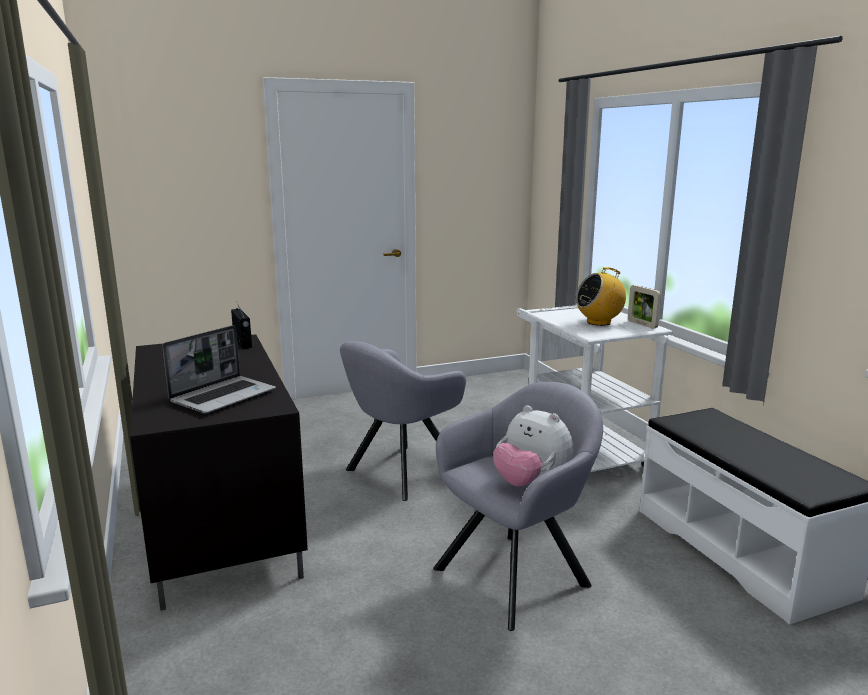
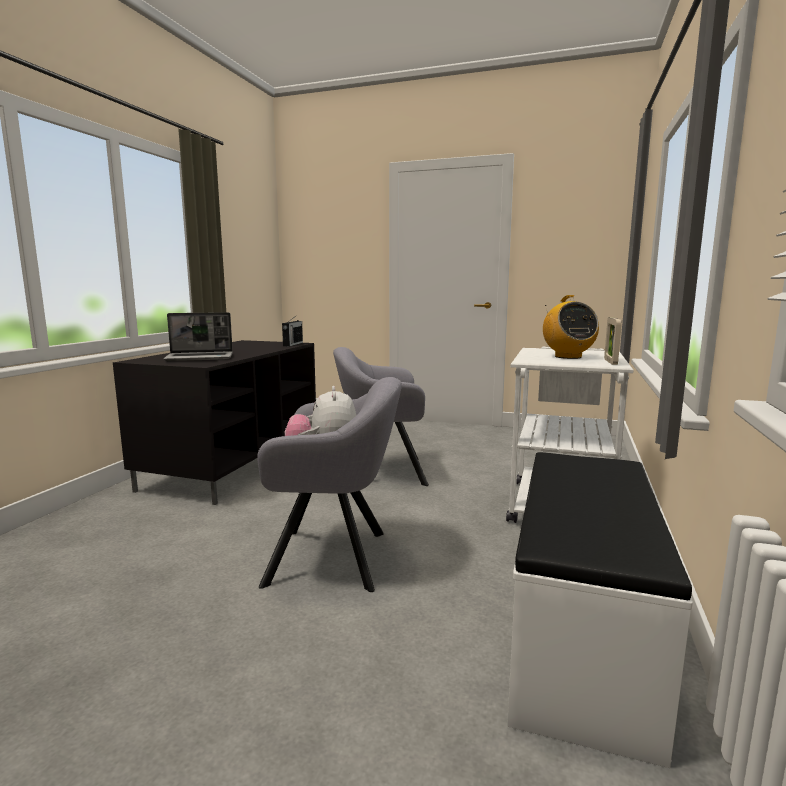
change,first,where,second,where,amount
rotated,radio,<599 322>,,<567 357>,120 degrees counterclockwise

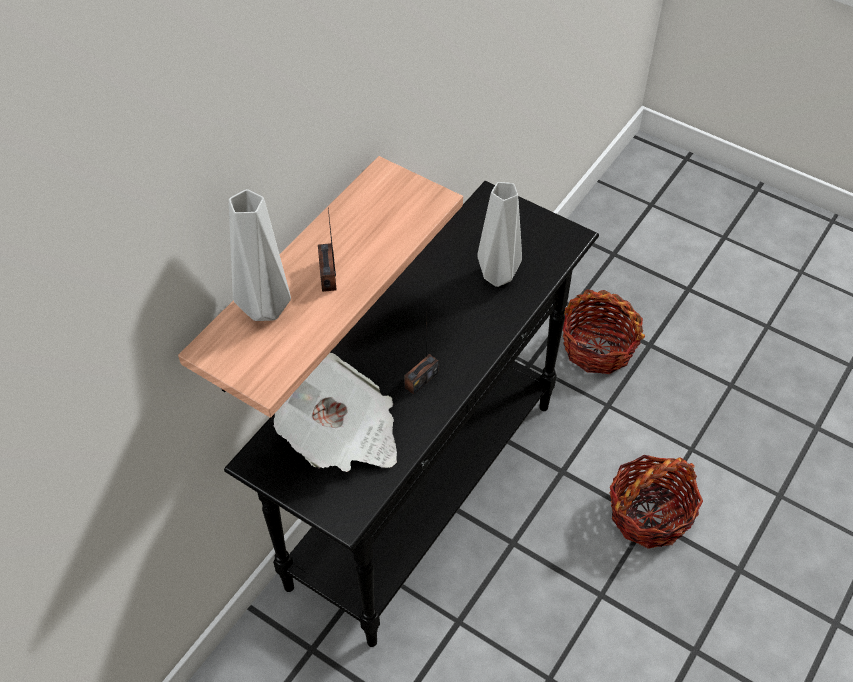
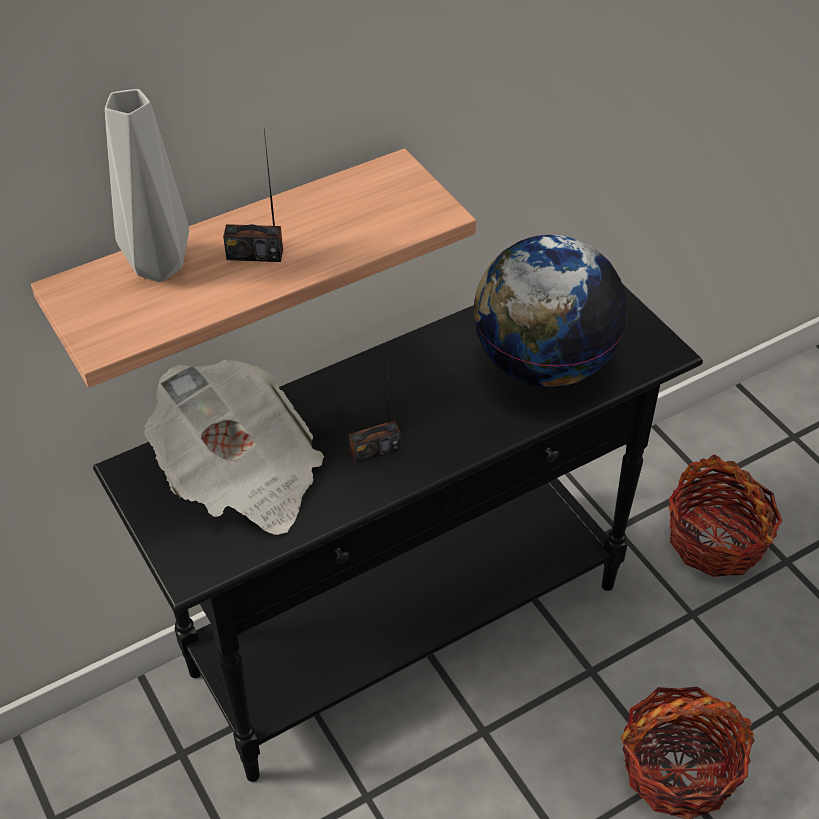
change,first,where,second,where,amount
swapped,florero (gris),<498 274>,globo terráqueo,<543 364>,
rotated,radio,<328 275>,,<255 254>,105 degrees counterclockwise

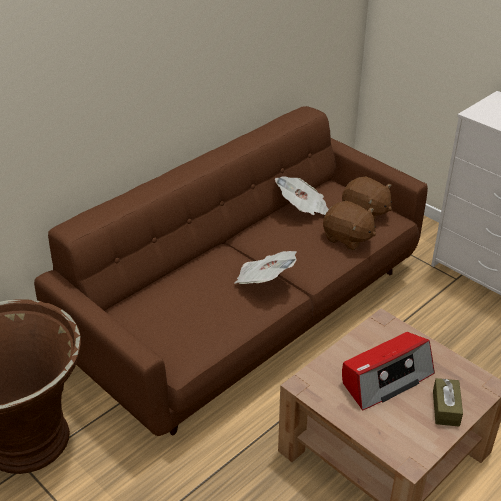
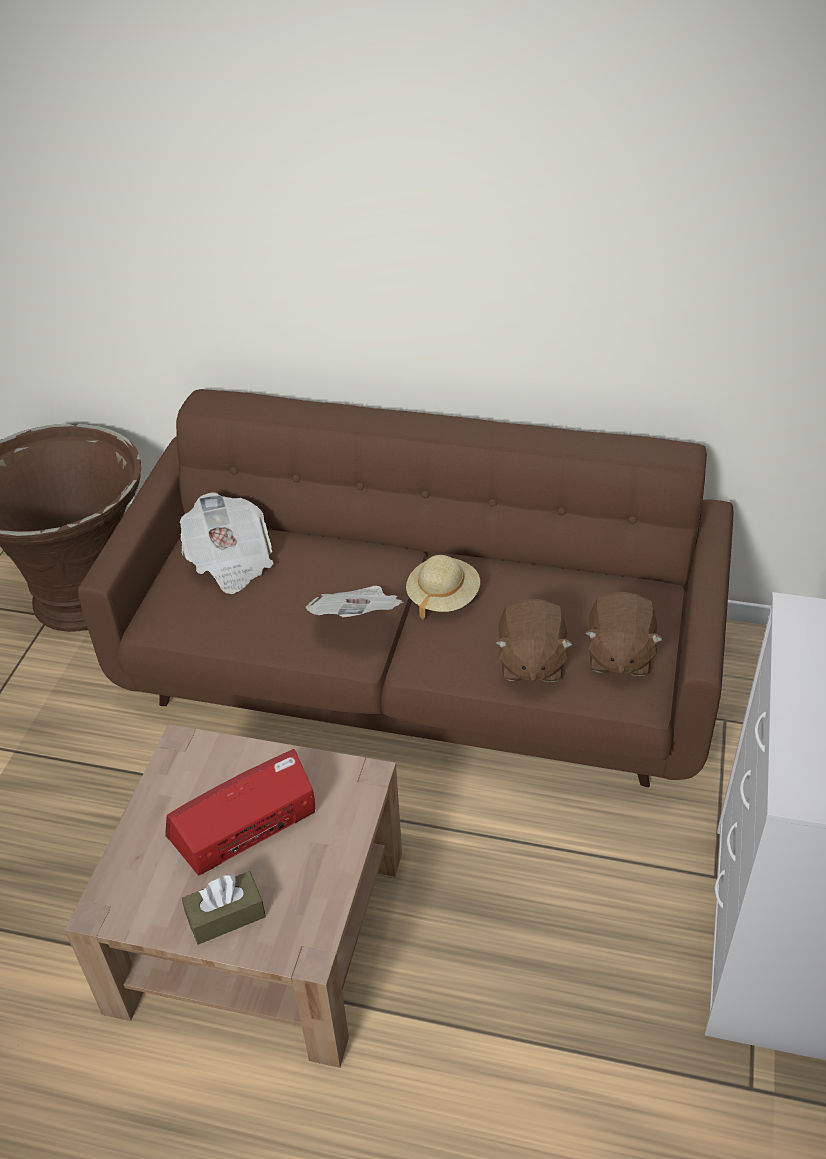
change,first,where,second,where,amount
shifted,periódico,<303 208>,,<230 562>,
rotated,radio,<385 378>,,<245 825>,120 degrees clockwise
new,,,sombrero (beis),<443 597>,

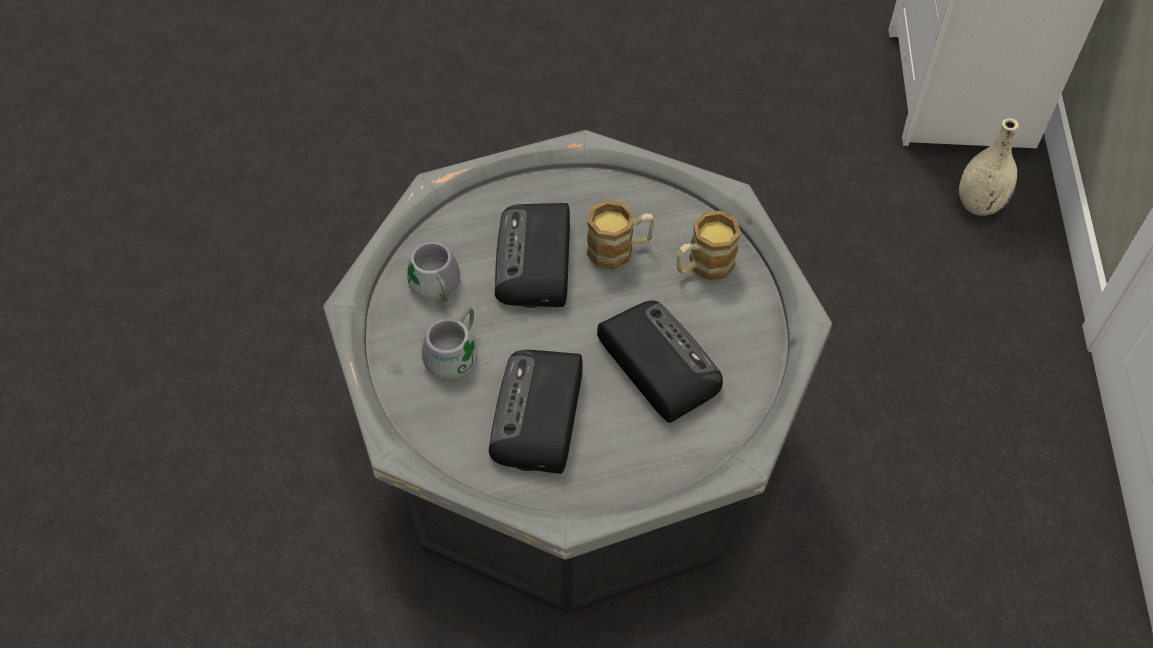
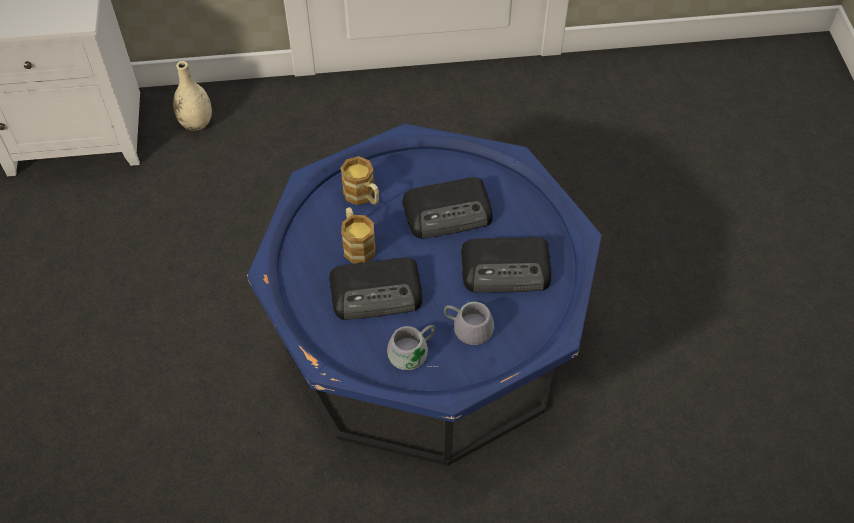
change,first,where,second,where,amount
repainted,mesa de centro (gris),<575 428>,mesa de centro (azul),<427 336>,
rotated,radio,<657 362>,,<449 212>,150 degrees counterclockwise

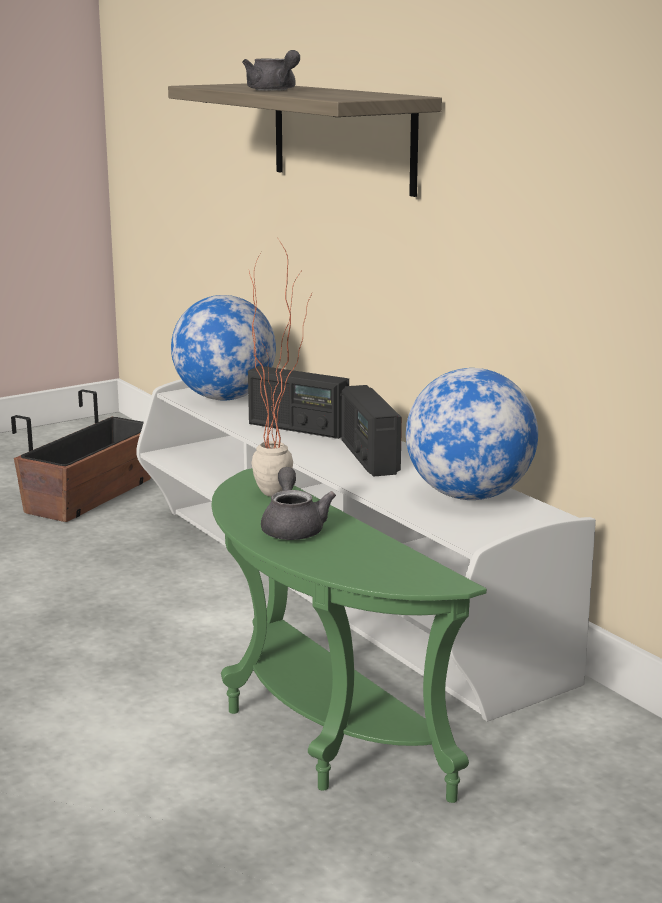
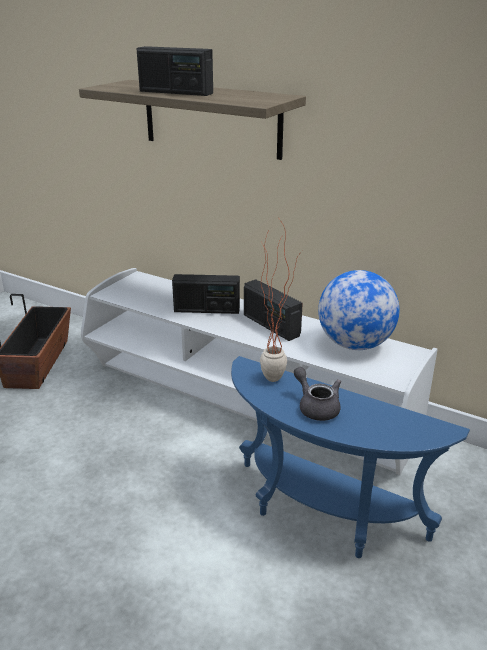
change,first,where,second,where,amount
swapped,tetera (gris),<274 90>,radio,<176 92>,
gone,globo terráqueo,<225 398>,,,
repainted,mesa auxiliar (verde),<316 733>,mesa auxiliar (azul),<321 514>,

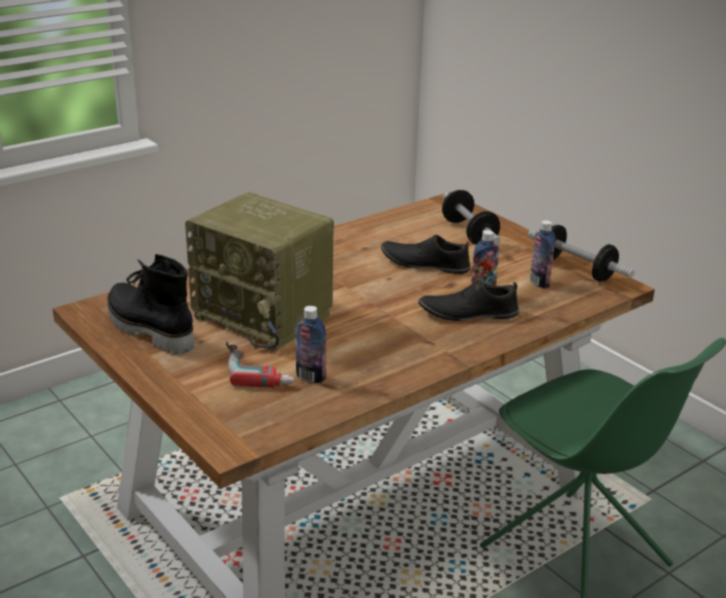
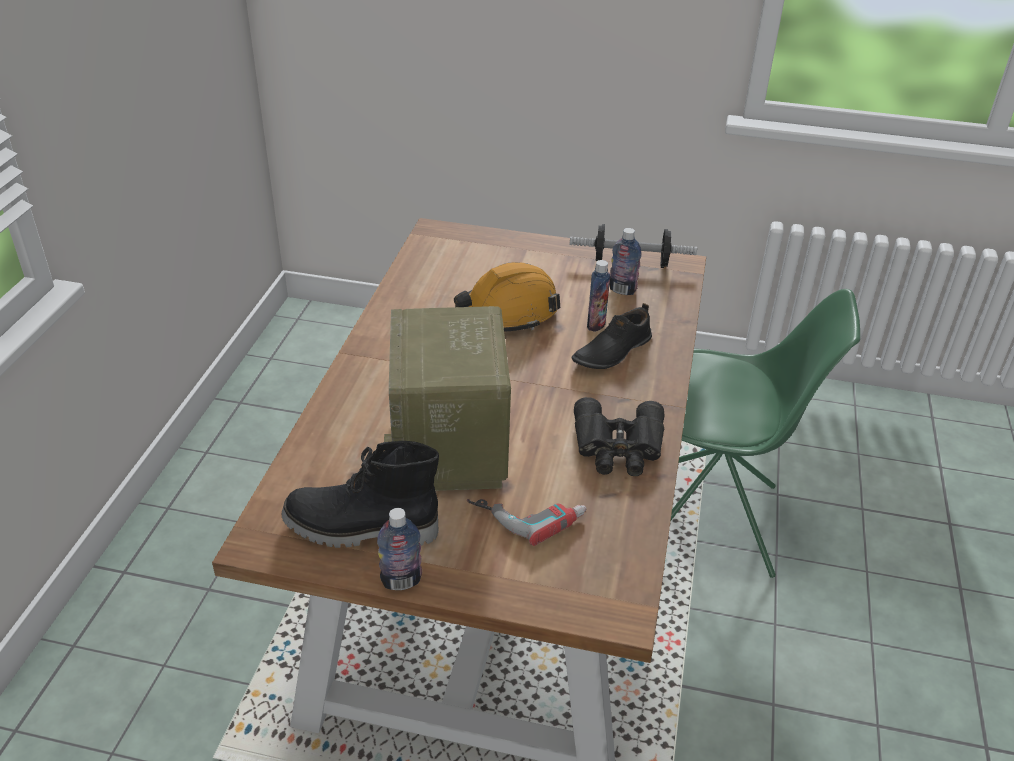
change,first,where,second,where,amount
gone,mancuerna,<469 233>,,,
rotated,radio,<265 316>,,<450 447>,90 degrees clockwise
swapped,zapato (negro),<424 263>,casco (naranja),<507 313>,
shifted,botella,<311 377>,,<401 581>,
new,,,prismáticos (negro),<618 447>,

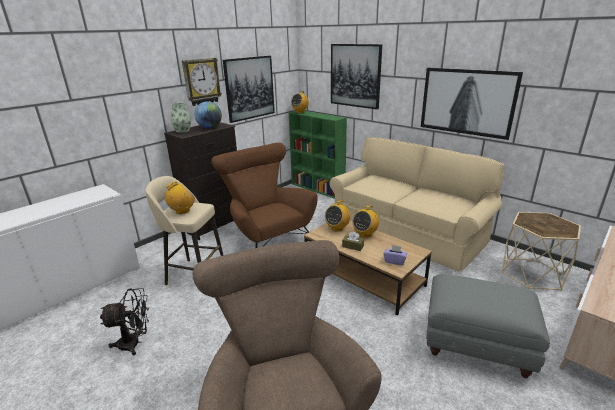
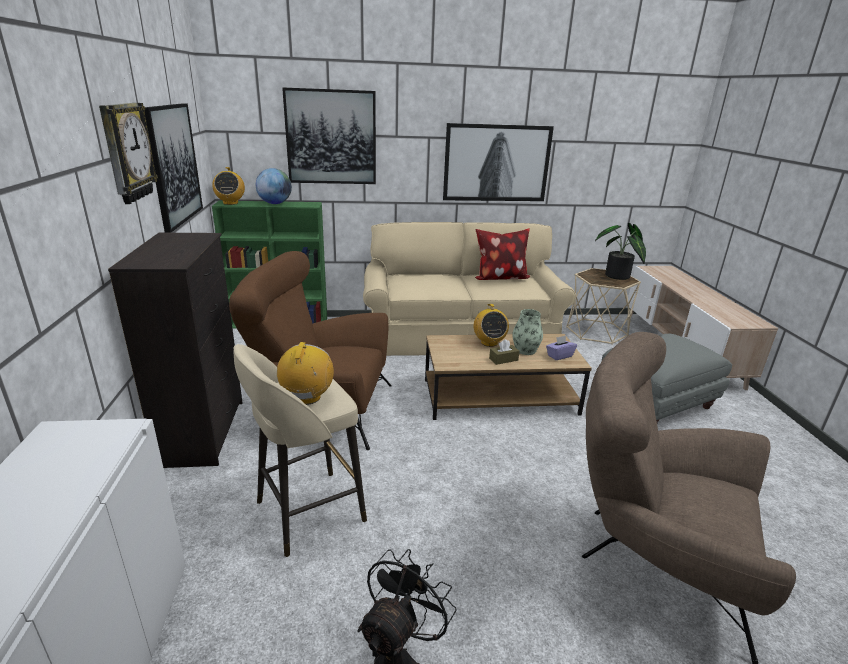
change,first,where,second,where,amount
shifted,globo terráqueo,<210 128>,,<275 203>,
shifted,florero,<182 131>,,<525 350>,
gone,radio,<337 228>,,,
new,,,planta en maceta,<617 277>,
new,,,cojín,<500 278>,

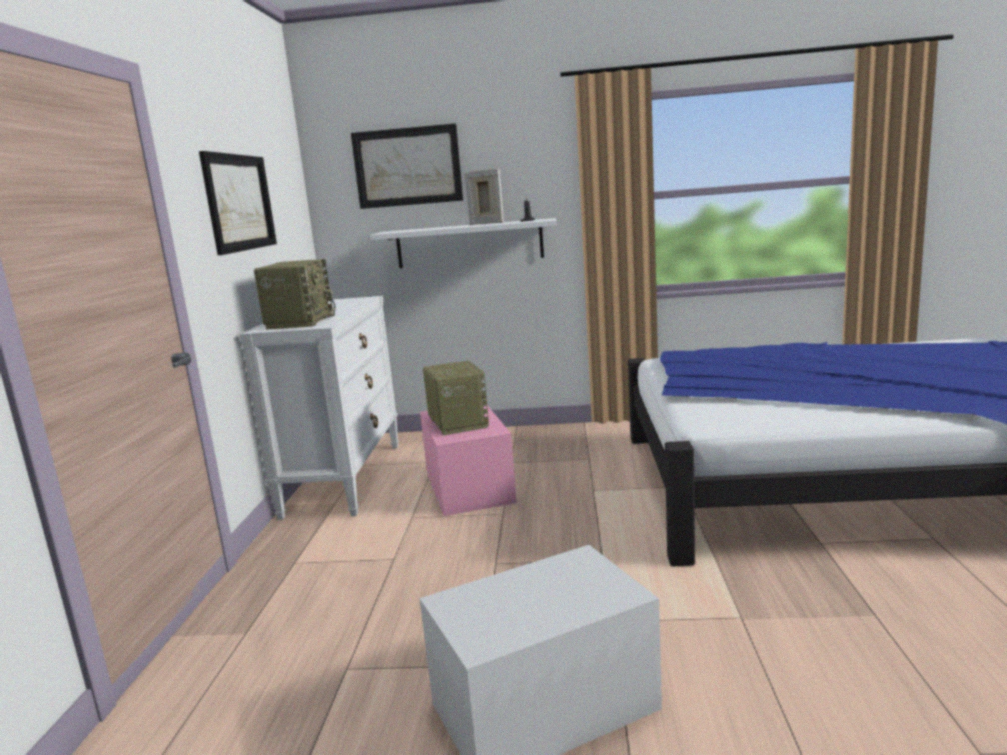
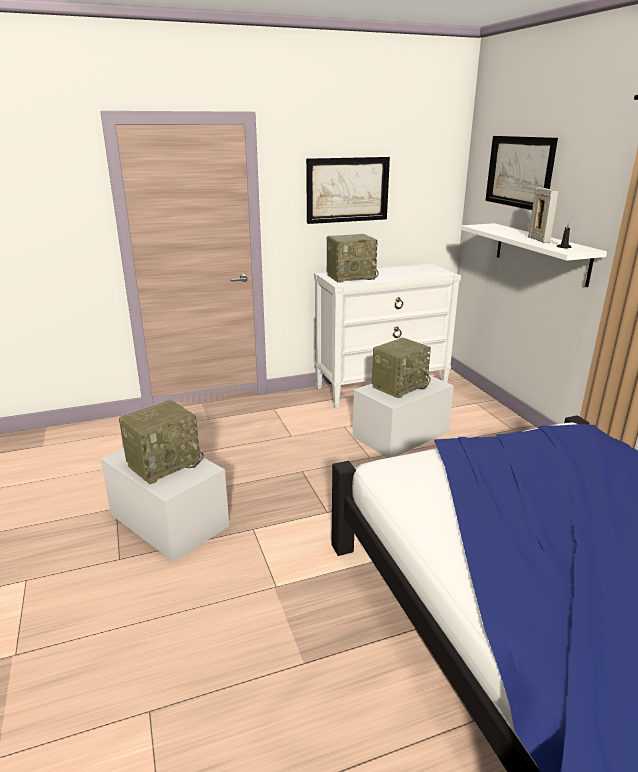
change,first,where,second,where,amount
repainted,caja de almacenaje (rosa),<468 487>,caja de almacenaje (blanco),<401 434>,
new,,,radio,<164 463>,

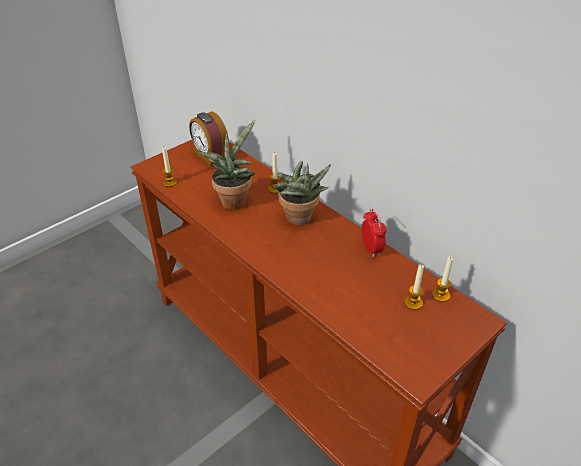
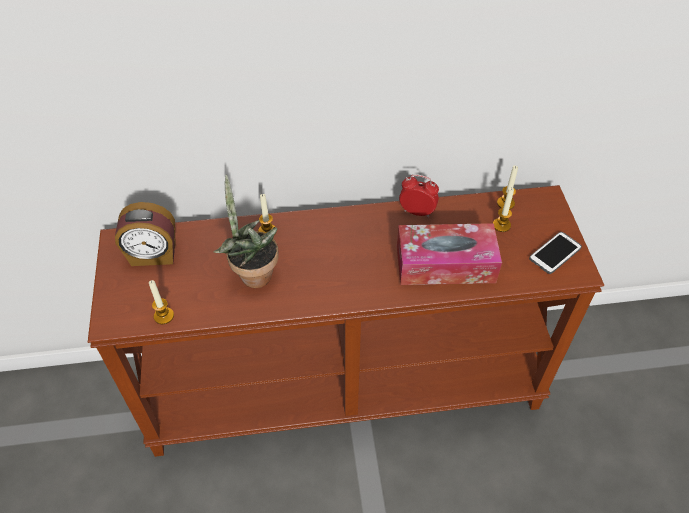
change,first,where,second,where,amount
gone,planta en maceta,<299 220>,,,
new,,,caja de pañuelos,<445 264>,
new,,,móvil,<555 253>,

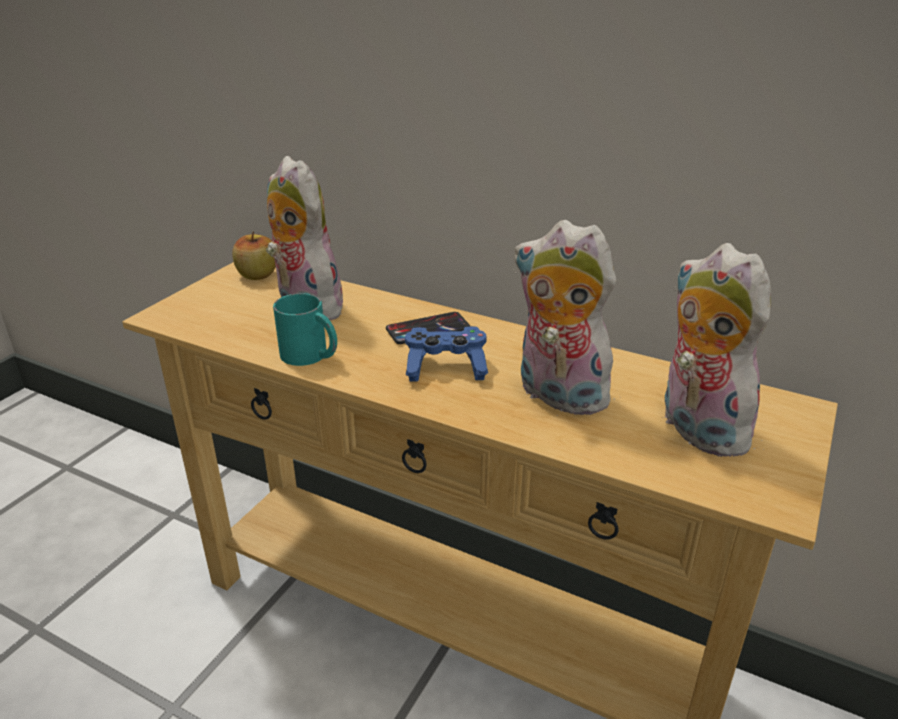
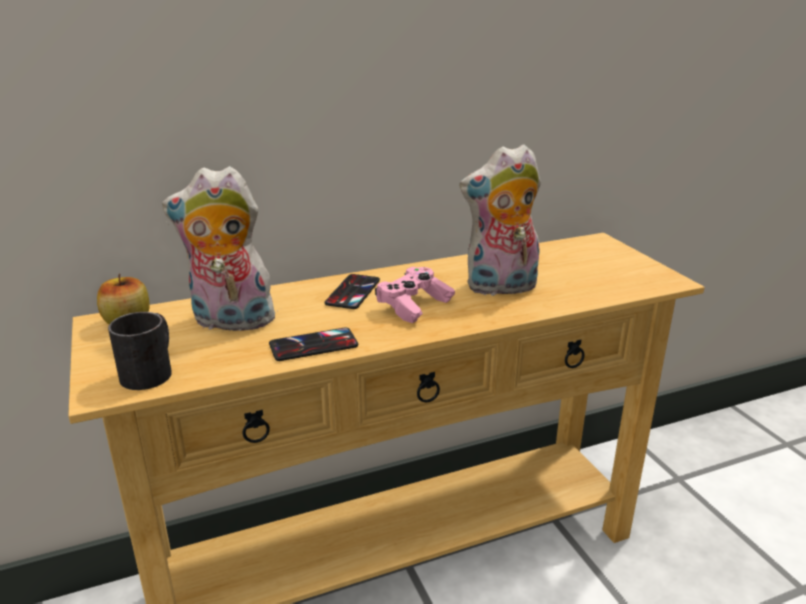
change,first,where,second,where,amount
gone,peluche,<695 428>,,,
swapped,taza grande (turquesa),<311 356>,móvil,<313 345>,
repainted,mando de consola (azul),<446 367>,mando de consola (rosa),<414 305>,
new,,,taza grande (negro),<151 370>,

